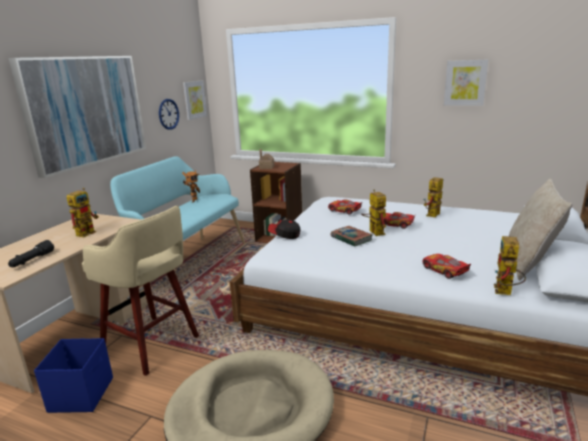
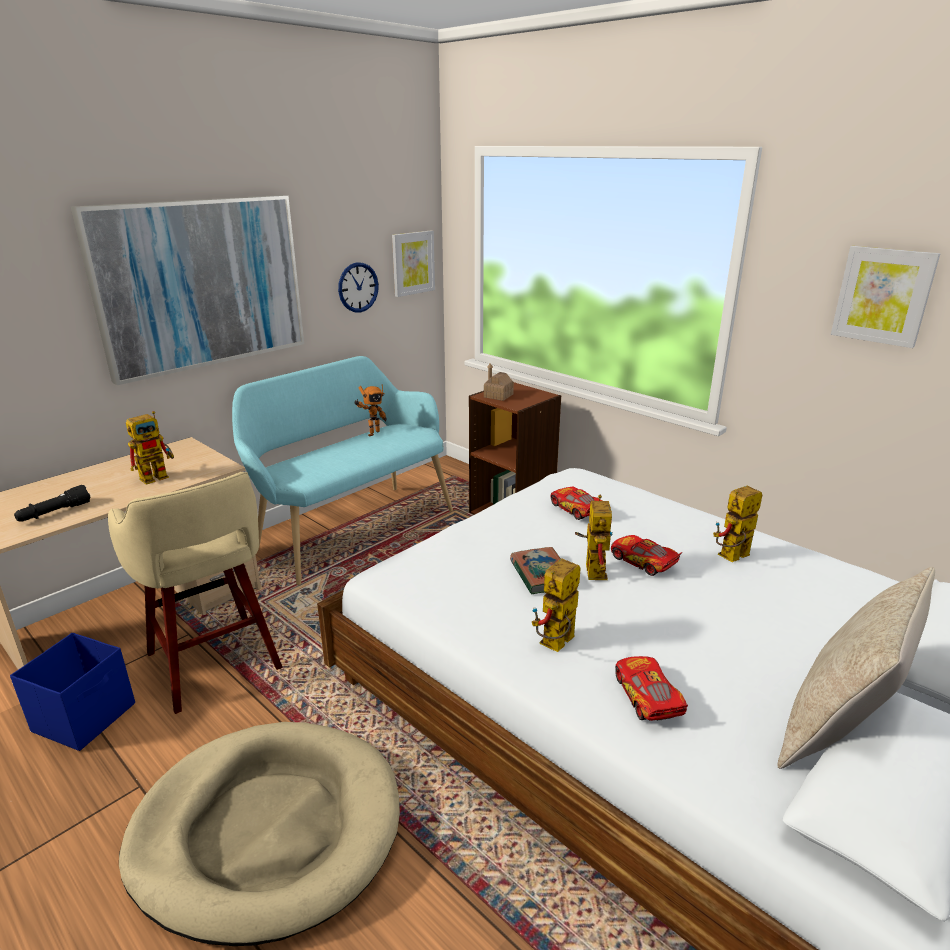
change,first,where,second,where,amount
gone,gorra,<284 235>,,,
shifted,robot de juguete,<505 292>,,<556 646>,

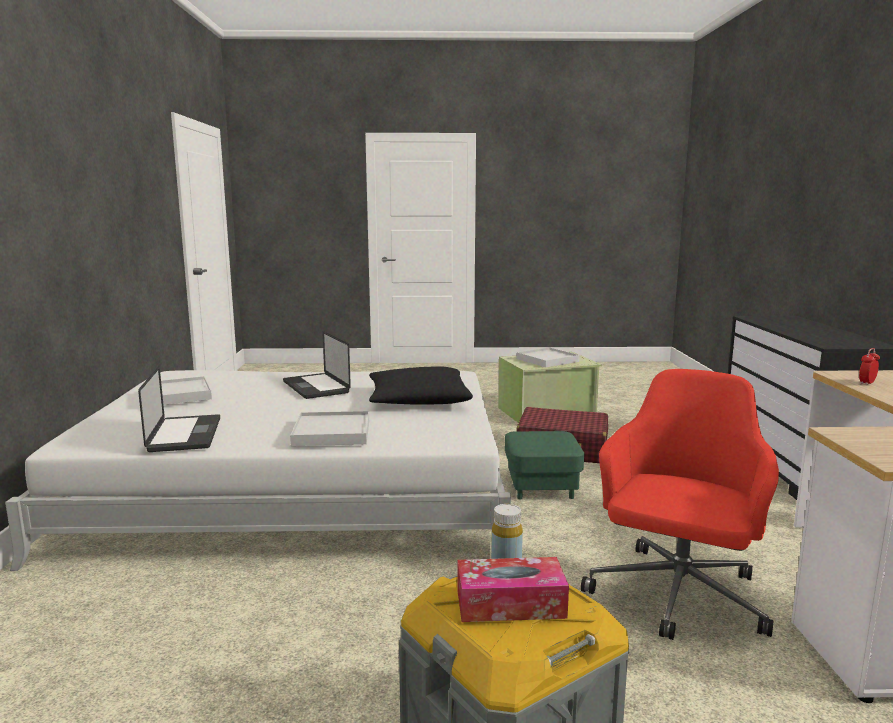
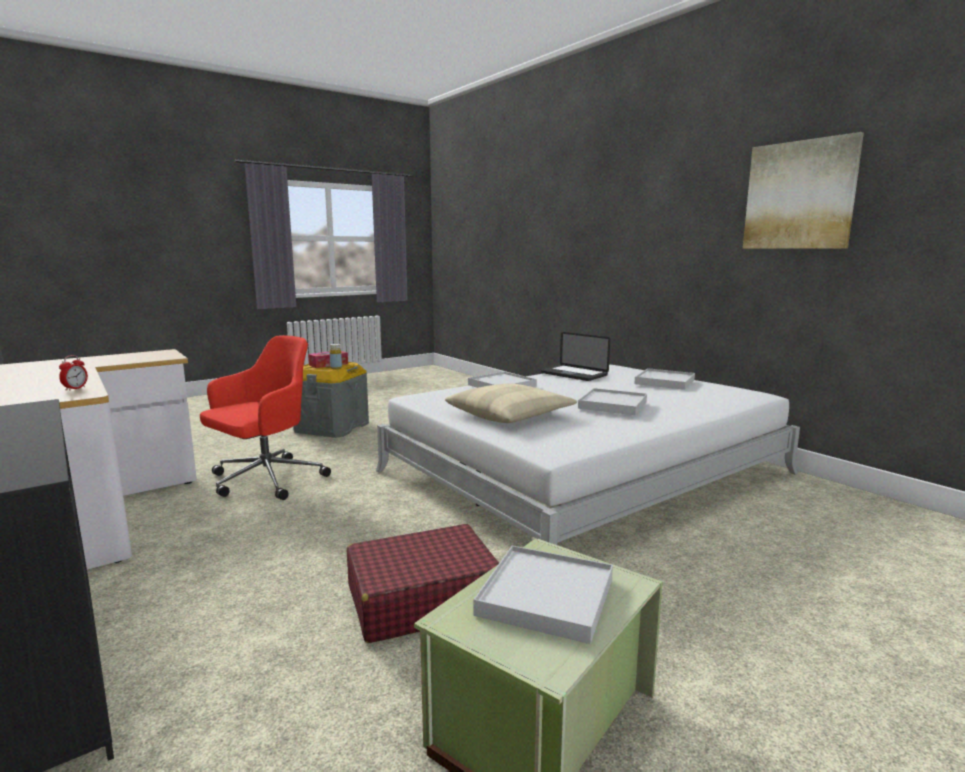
change,first,where,second,where,amount
swapped,portátil,<316 387>,bandeja (blanco),<612 405>,
repainted,cojín (negro),<418 400>,cojín (beis),<510 415>,
rotated,silla de oficina (rojo),<676 597>,,<265 480>,135 degrees counterclockwise
gone,puf (verde),<541 487>,,,
new,,,cuadro,<799 195>,

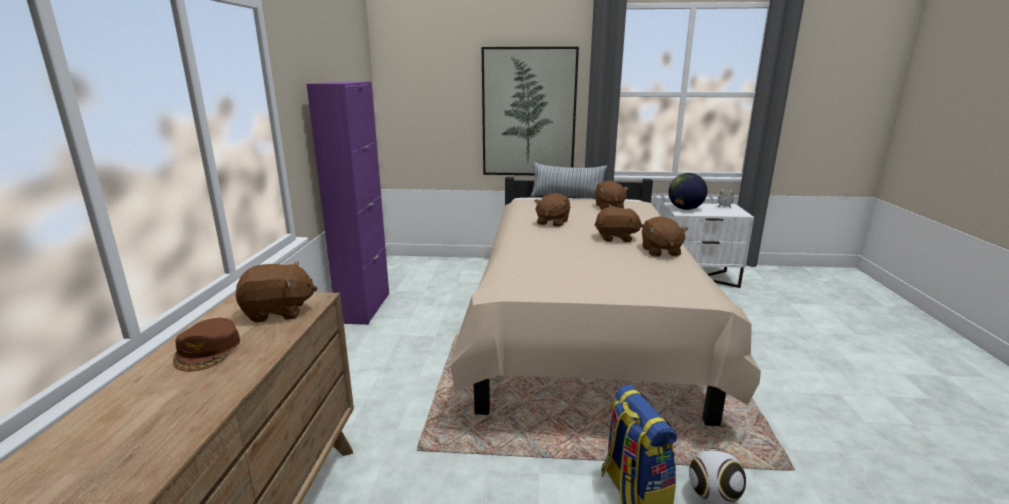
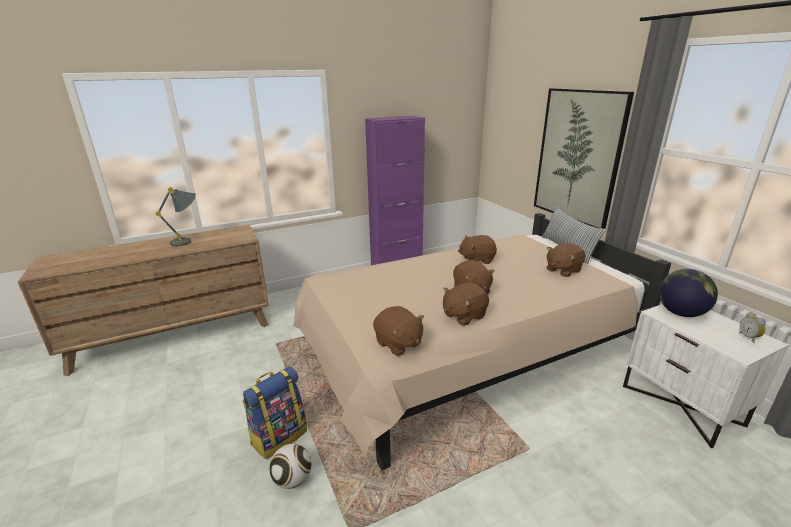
change,first,where,second,where,amount
shifted,peluche (marrón),<278 312>,,<398 343>,
swapped,gorra (marrón),<208 350>,lámpara de mesa (gris),<188 241>,

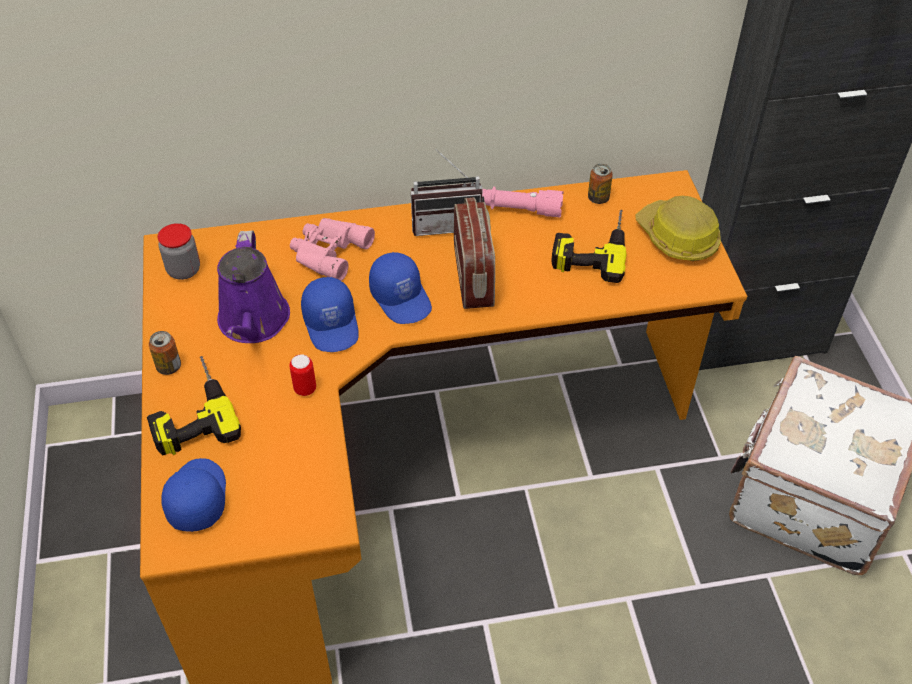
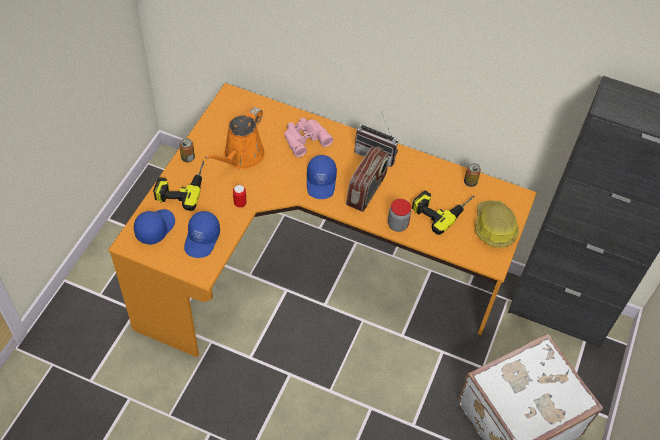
change,first,where,second,where,amount
gone,linterna (rosa),<516 209>,,,
shifted,tarro,<184 270>,,<397 224>,
repainted,regadera (morado),<253 323>,regadera (naranja),<241 156>,
shifted,gorra (azul),<332 324>,,<202 239>,

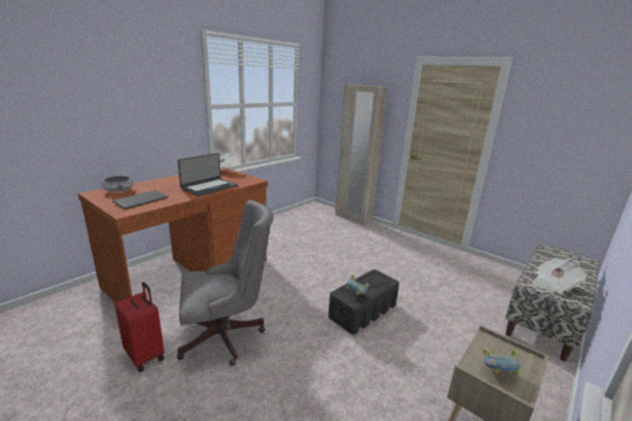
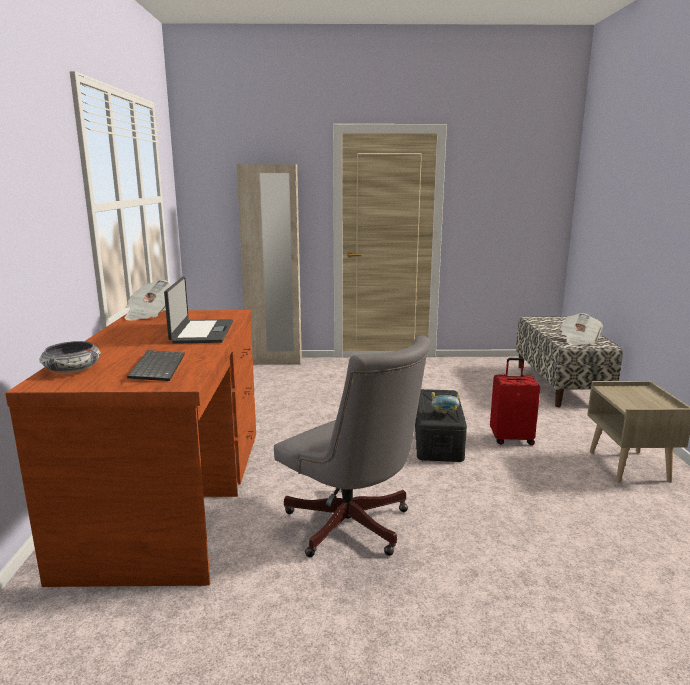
change,first,where,second,where,amount
rotated,silla de oficina (gris),<226 336>,,<352 528>,105 degrees clockwise
shifted,maleta (rojo),<146 355>,,<511 439>,
gone,cuenco,<498 373>,,,

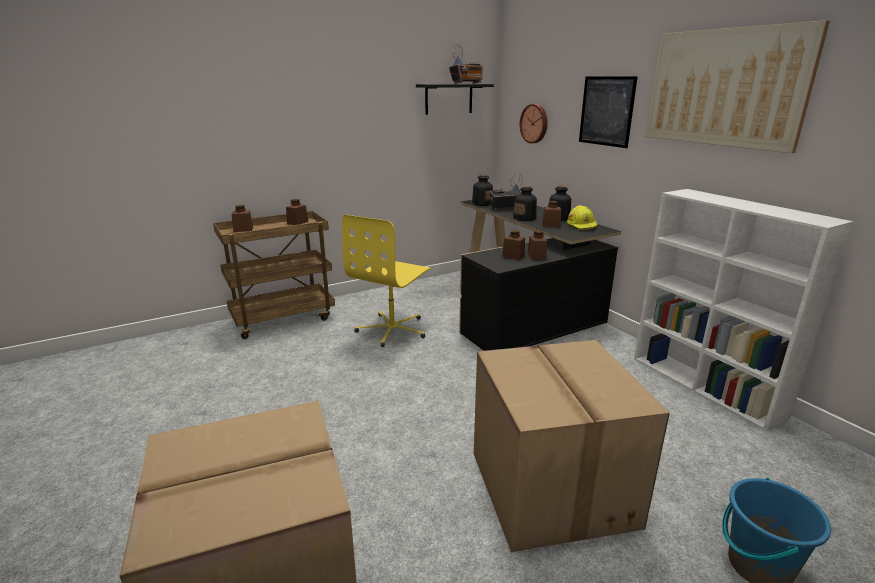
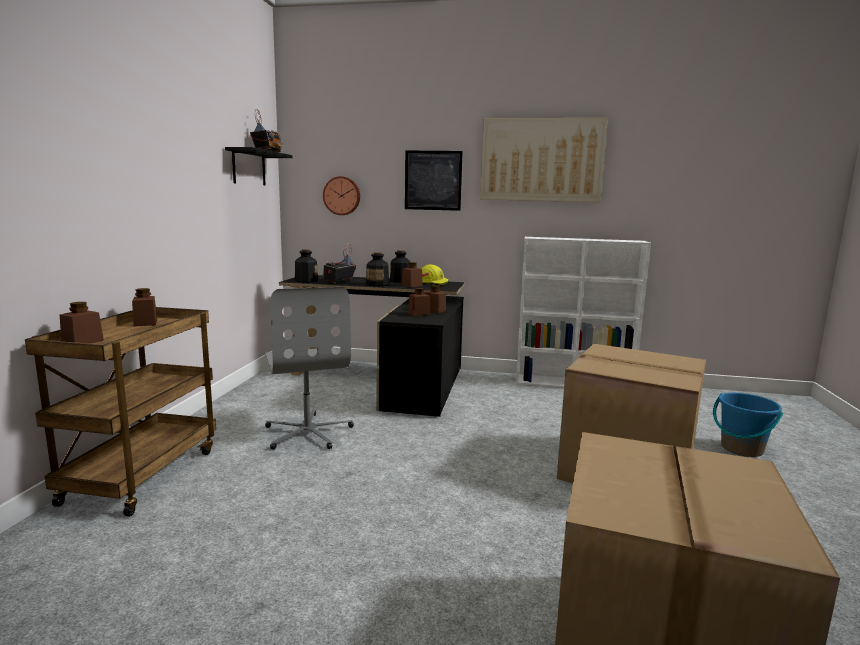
change,first,where,second,where,amount
repainted,silla de oficina (amarillo),<393 330>,silla de oficina (gris),<308 432>,

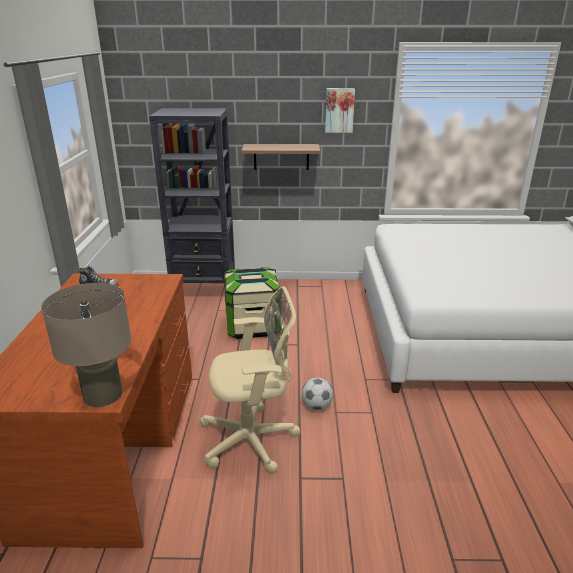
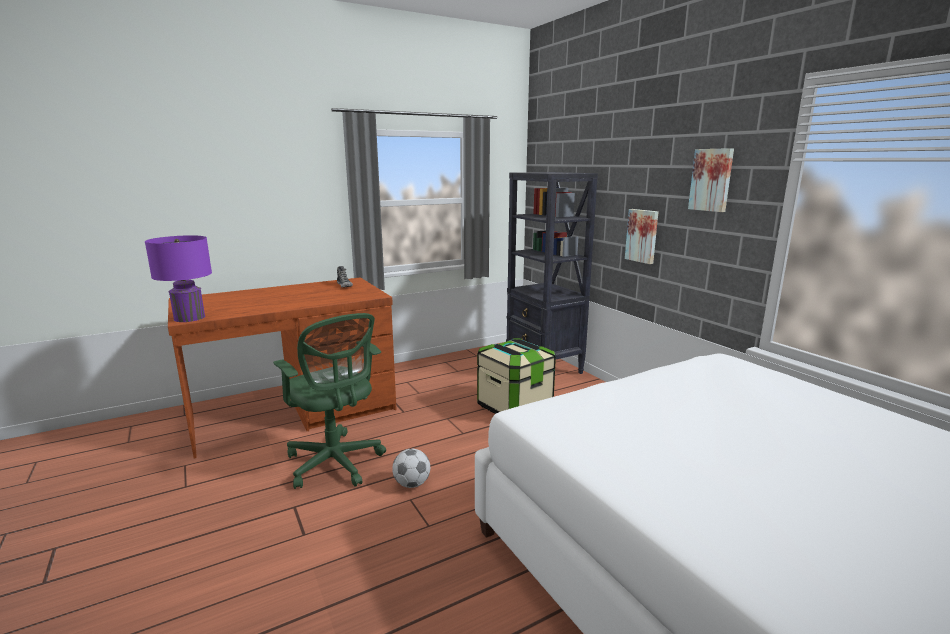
change,first,where,second,where,amount
swapped,estante,<281 156>,cuadro,<642 235>,
repainted,lámpara de mesa (beis),<103 394>,lámpara de mesa (morado),<189 318>,
repainted,silla de oficina (beis),<252 439>,silla de oficina (verde),<336 464>,

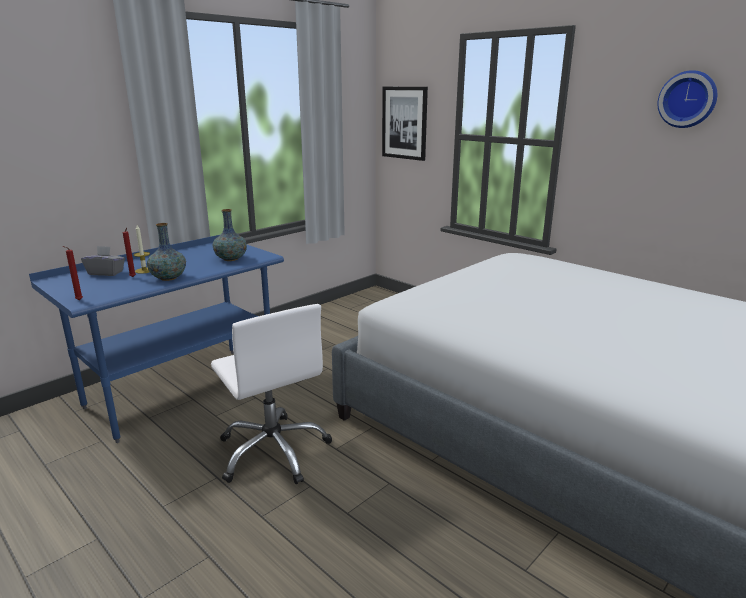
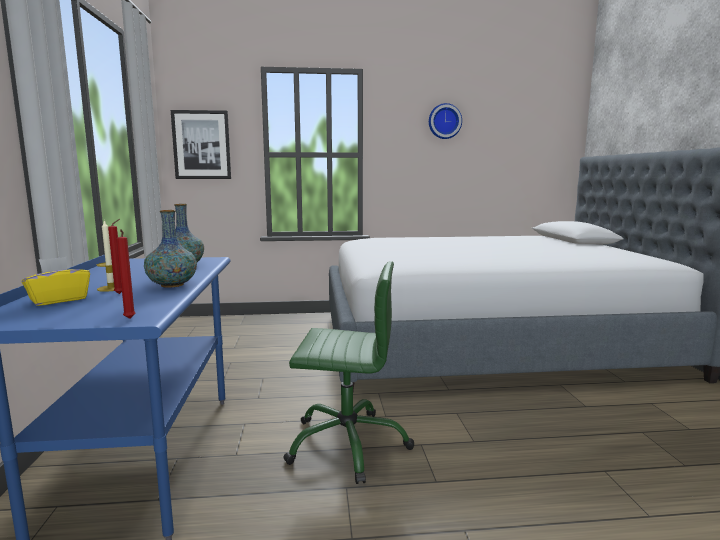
change,first,where,second,where,amount
repainted,caja de pañuelos (gris),<106 273>,caja de pañuelos (amarillo),<58 300>,
repainted,silla de oficina (blanco),<274 451>,silla de oficina (verde),<348 443>,

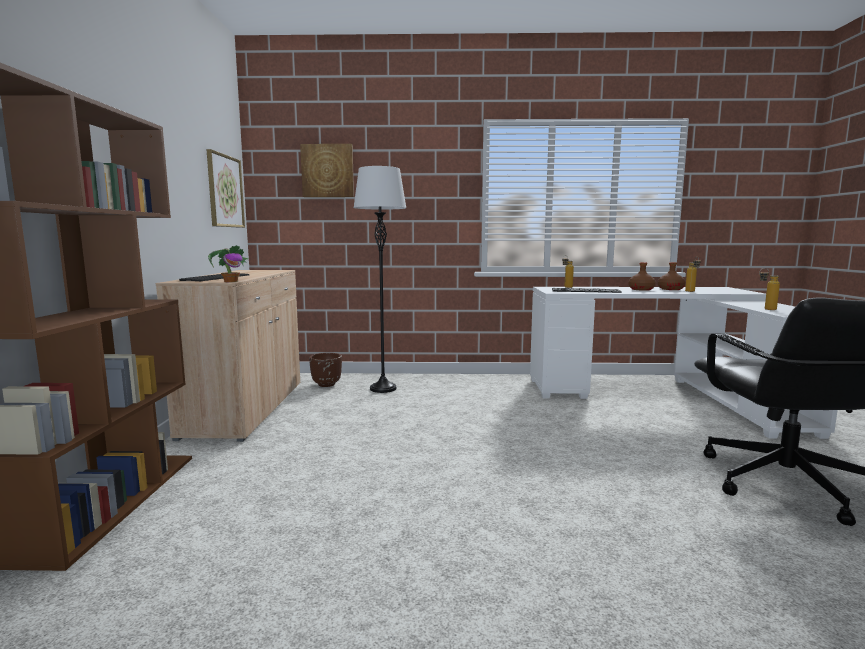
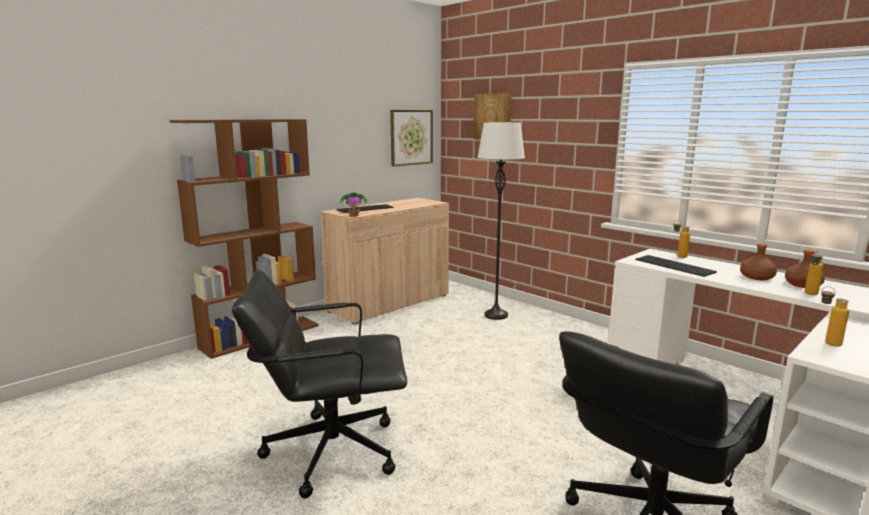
change,first,where,second,where,amount
gone,maceta (marrón),<326 384>,,,
new,,,silla de oficina (negro),<330 451>,

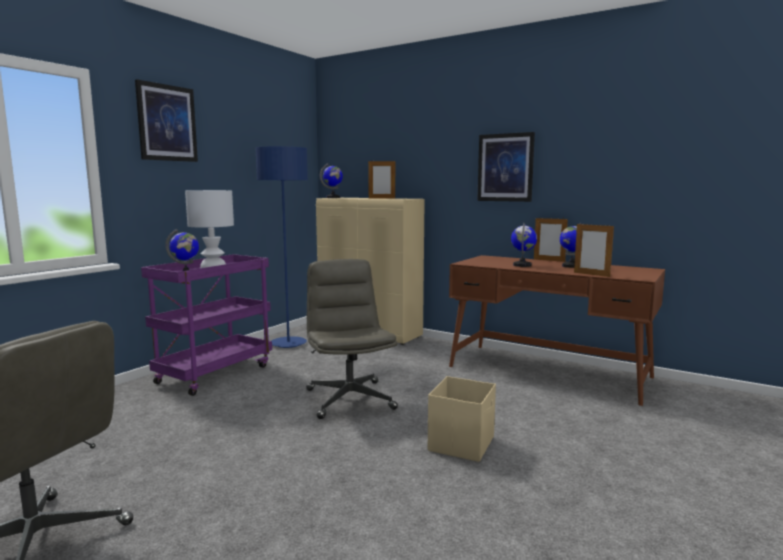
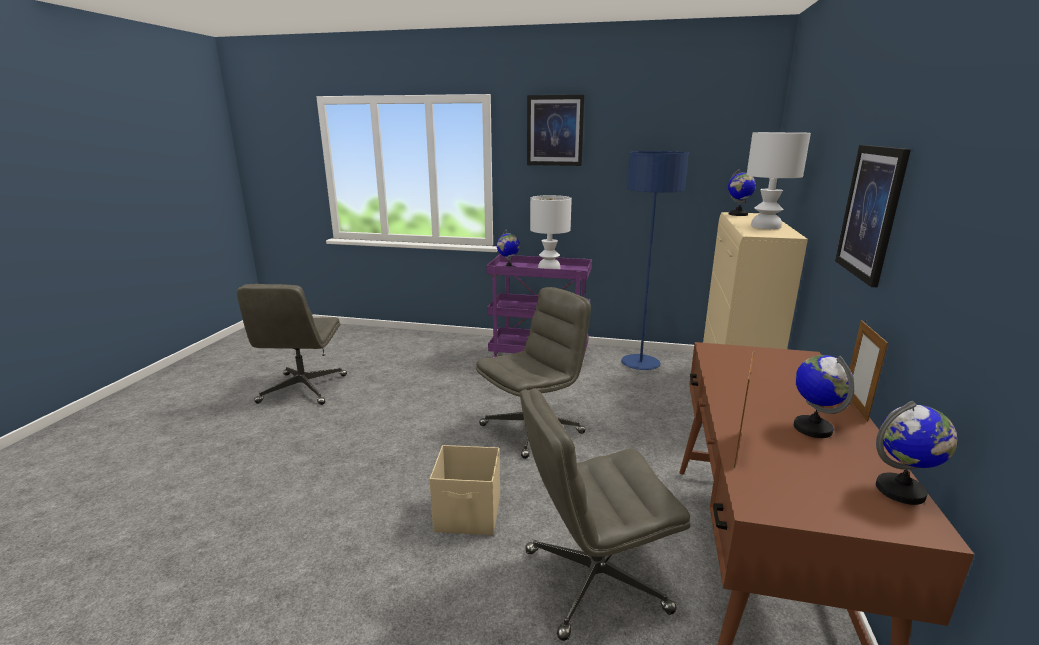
change,first,where,second,where,amount
swapped,portarretratos,<381 198>,lámpara de mesa (blanco),<766 226>,
shifted,globo terráqueo,<522 265>,,<901 491>,
new,,,silla de oficina (gris),<593 581>,

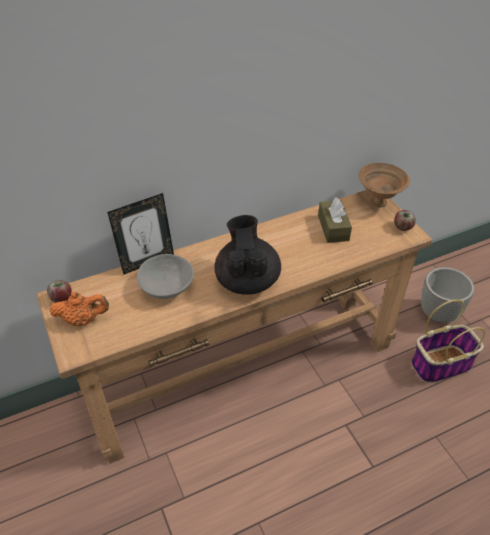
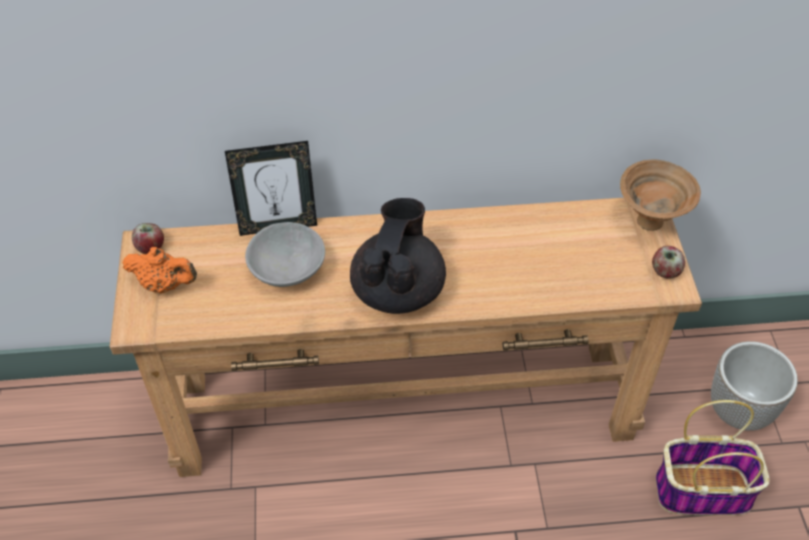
change,first,where,second,where,amount
gone,caja de pañuelos (marrón),<333 228>,,,

